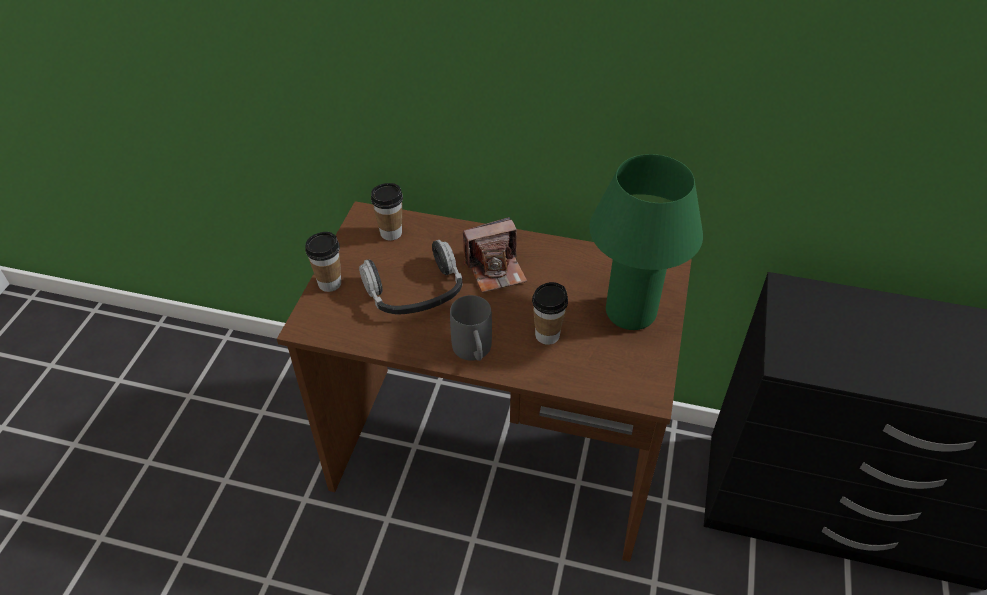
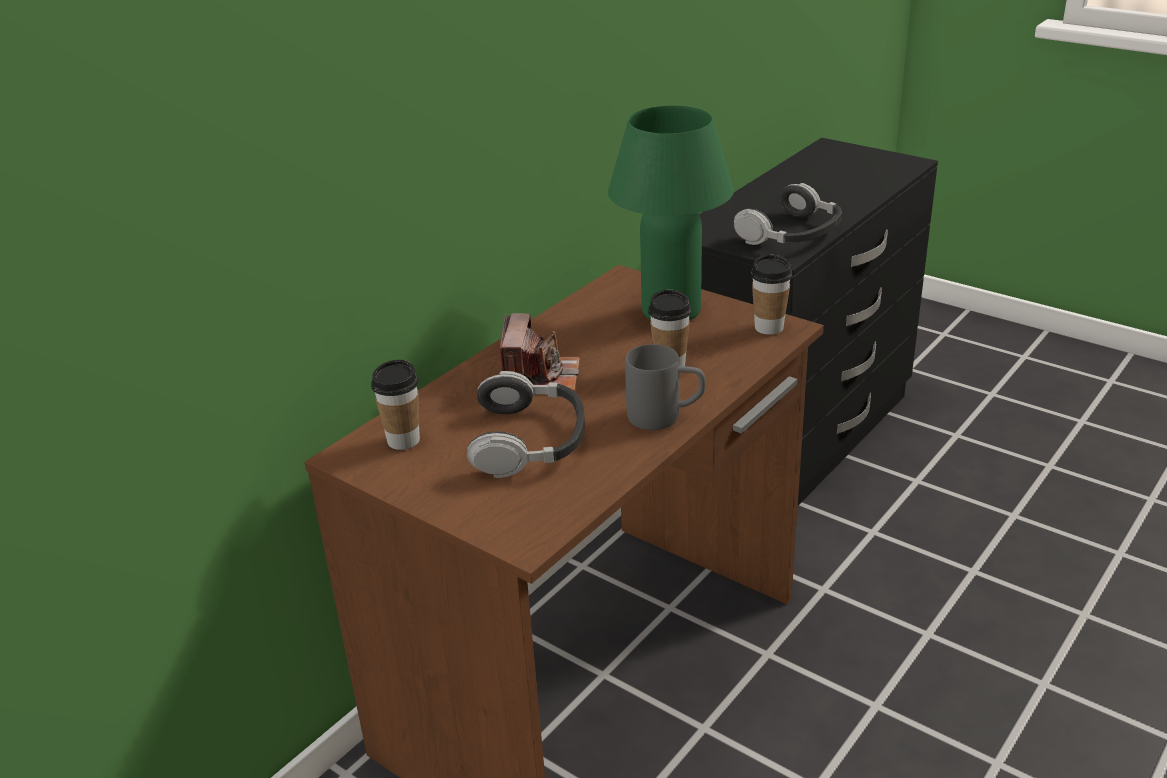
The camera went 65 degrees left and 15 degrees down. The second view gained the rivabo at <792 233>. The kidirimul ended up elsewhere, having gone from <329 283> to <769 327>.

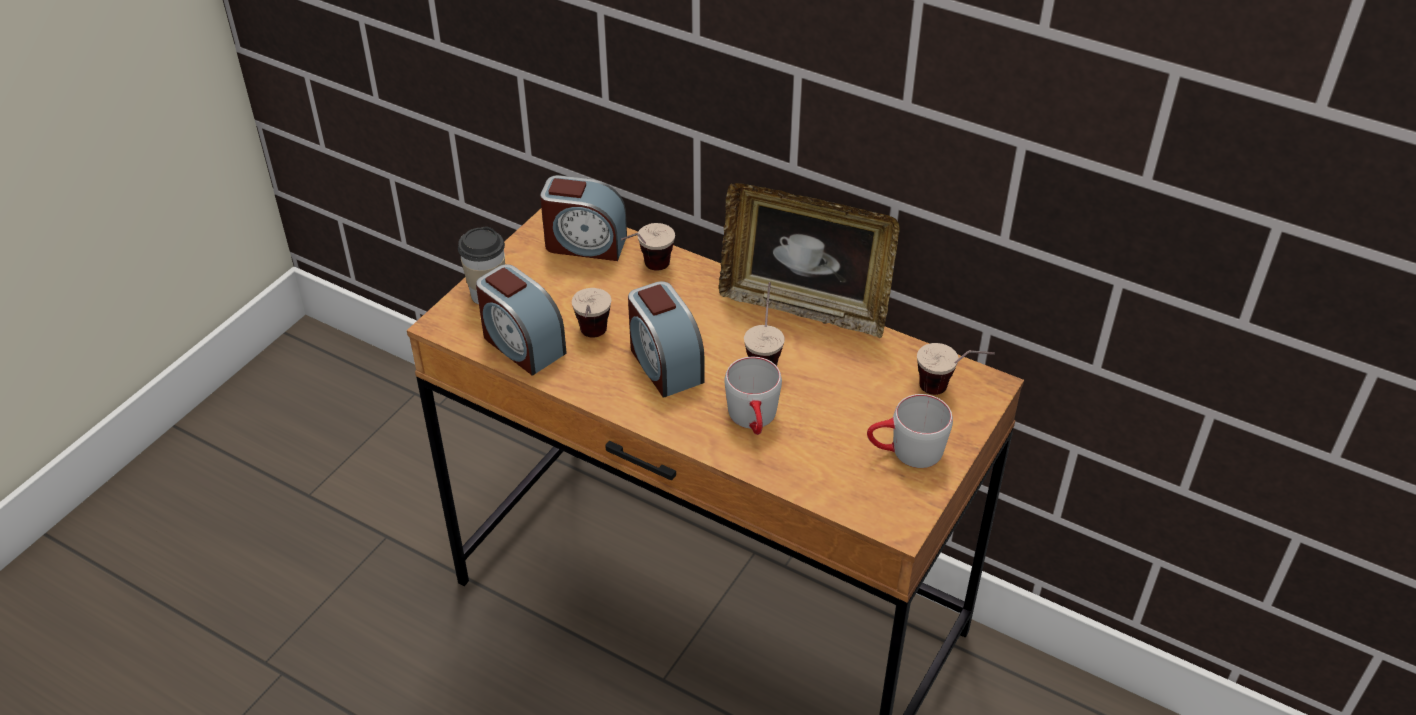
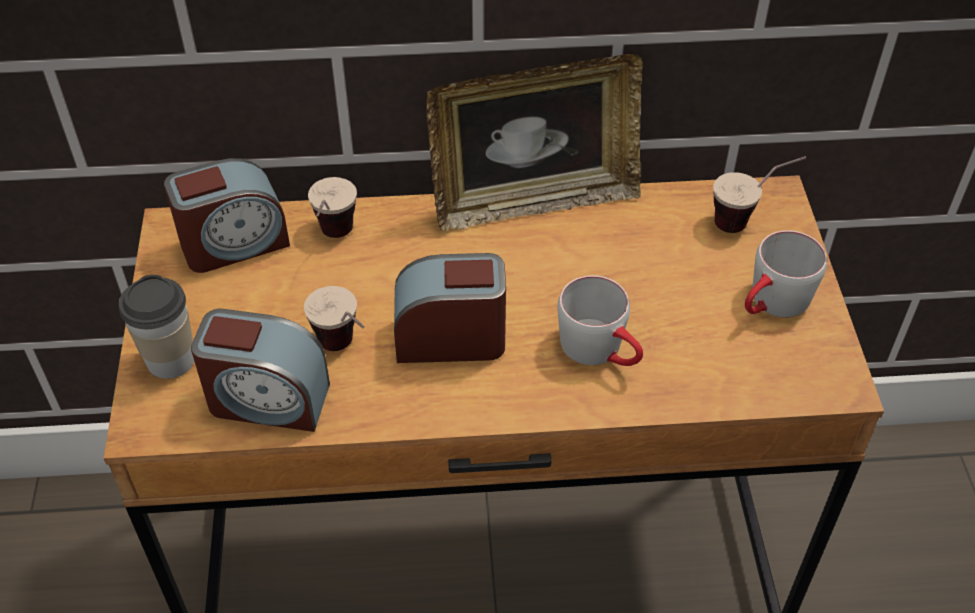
The camera went 35 degrees left and 5 degrees up. The second view lost the kidirimul at <764 356>. The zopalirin at <664 364> ended up facing another way, 150 degrees clockwise from before.

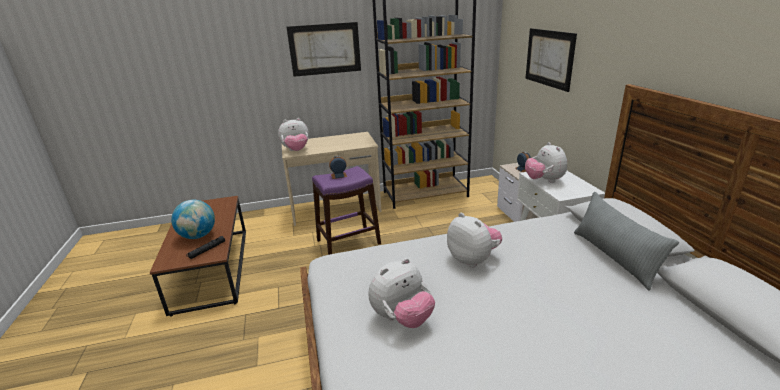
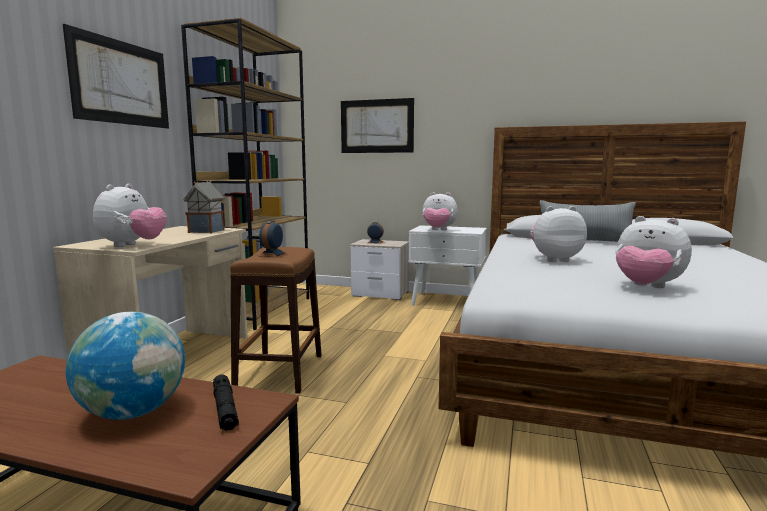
The camera went 60 degrees left and 15 degrees down. The second view gained the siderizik at <206 231>. What was the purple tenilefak at <349 242> turned into the brown tenilefak at <281 371>. The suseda at <402 318> ended up facing another way, 135 degrees clockwise from before.

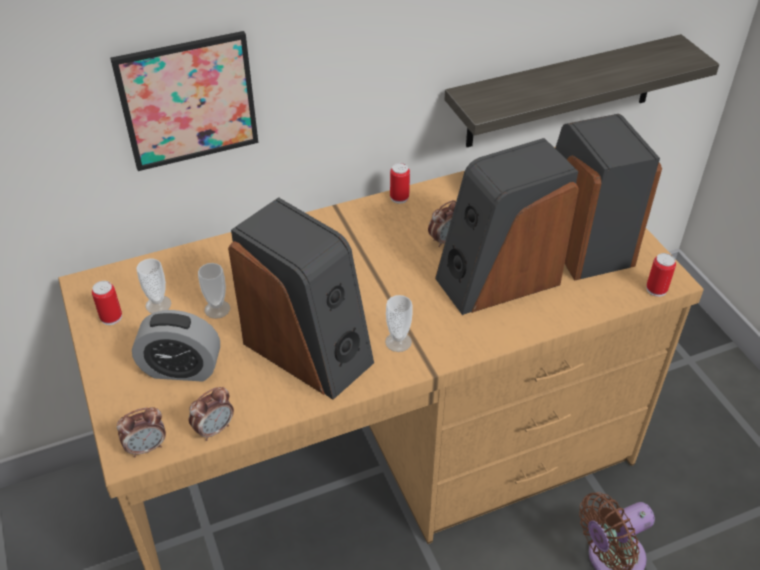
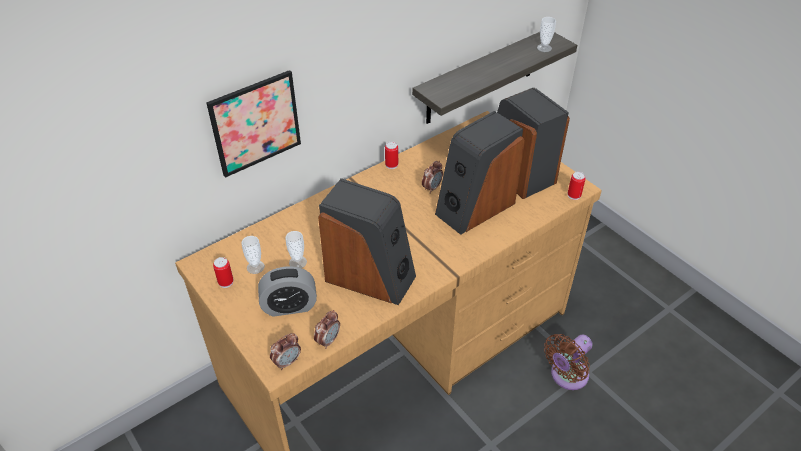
The camera went 15 degrees left and 0 degrees up. The kidirimul ended up elsewhere, having gone from <398 342> to <544 48>.

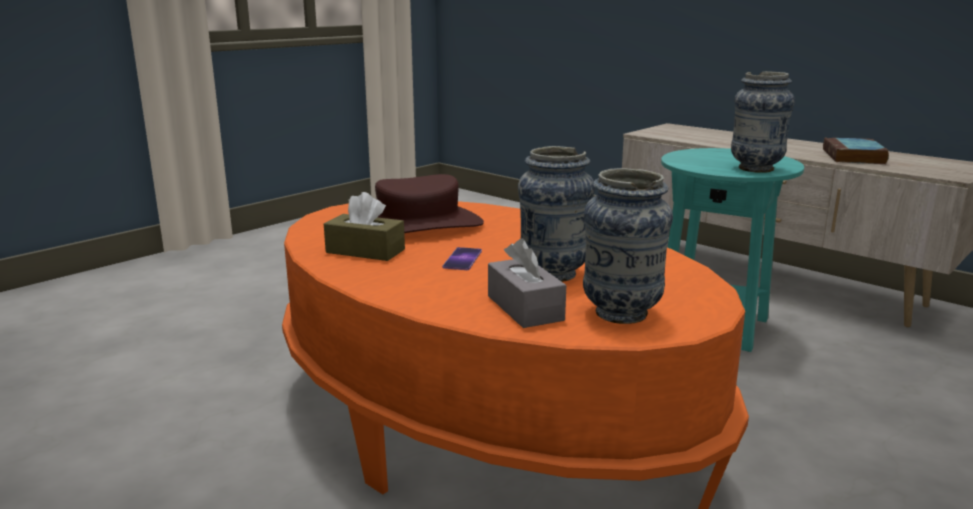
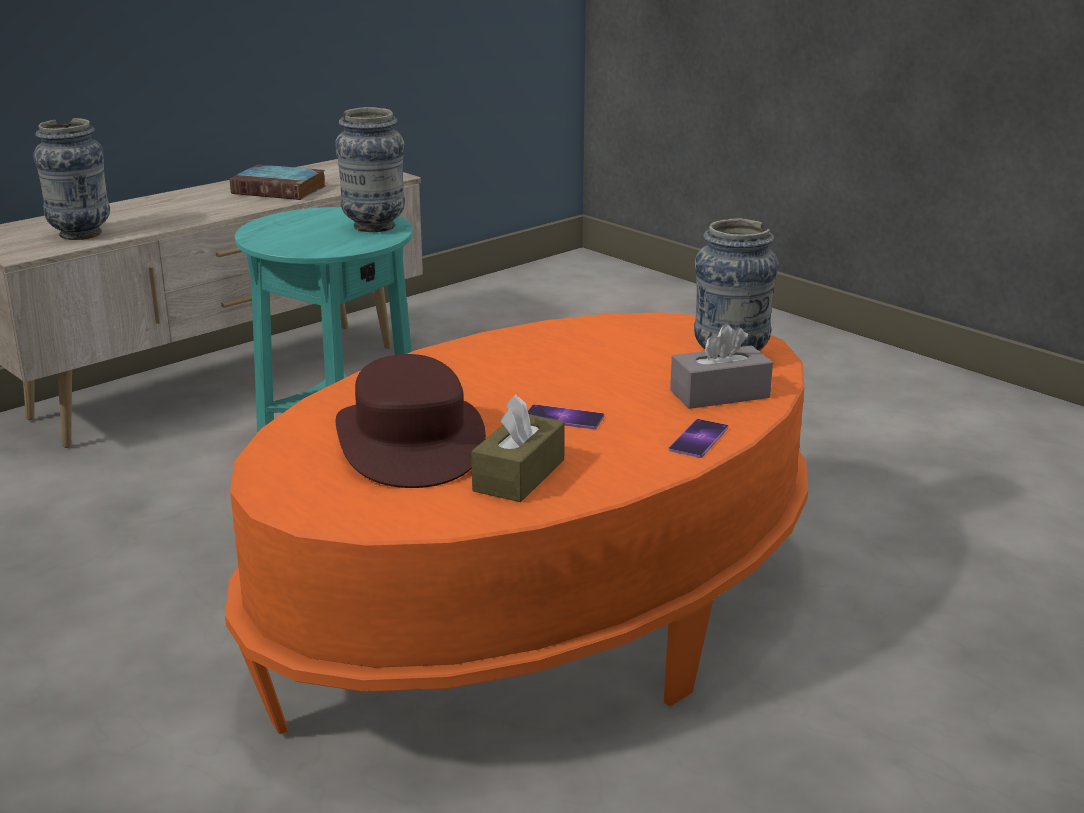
The camera went 85 degrees left and 5 degrees up. The second view gained the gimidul at <698 439>. The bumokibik ended up elsewhere, having gone from <553 274> to <80 234>.

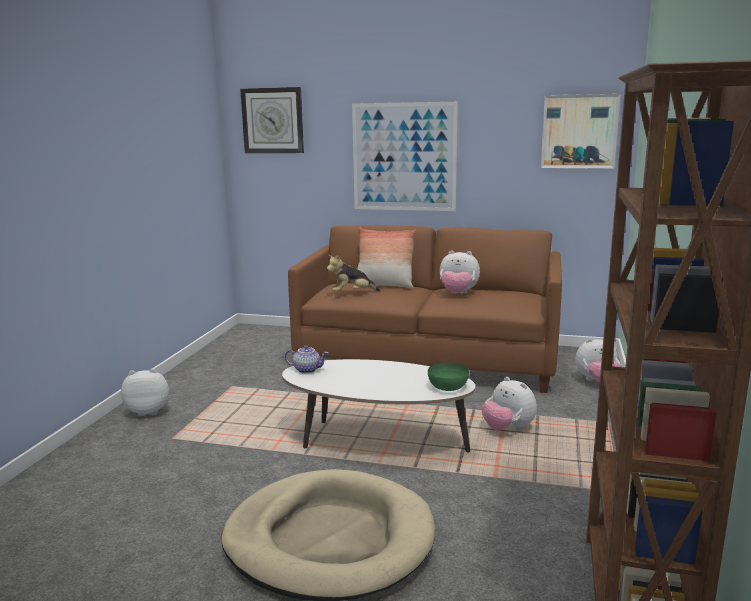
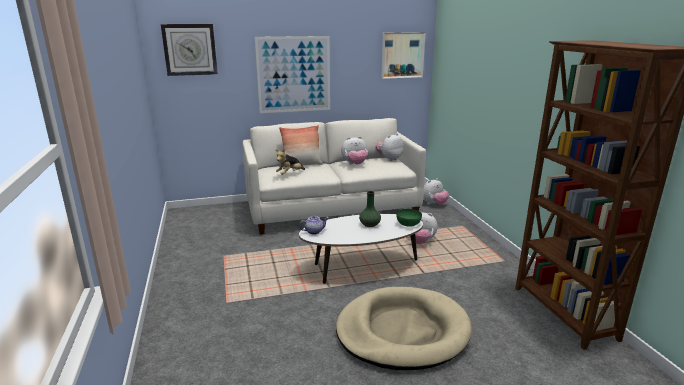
The camera went 30 degrees left and 5 degrees up. The second view gained the green bumokibik at <370 224>. The suseda ended up elsewhere, having gone from <148 411> to <389 159>. What was the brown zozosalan at <428 359> turned into the white zozosalan at <331 209>.

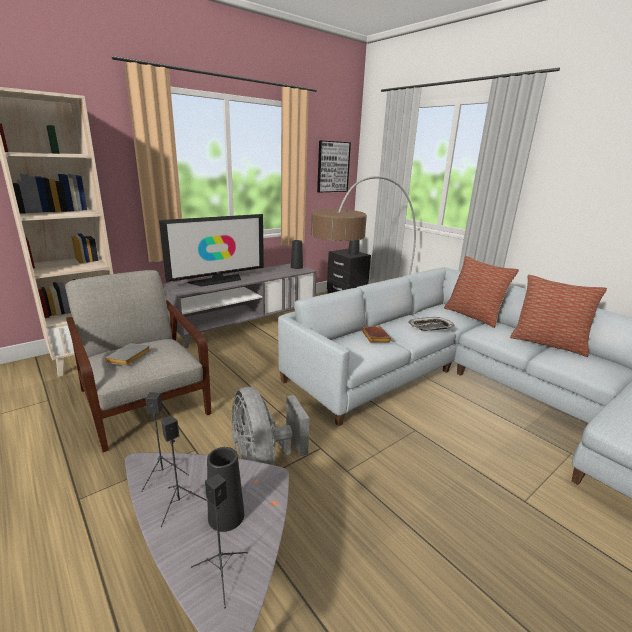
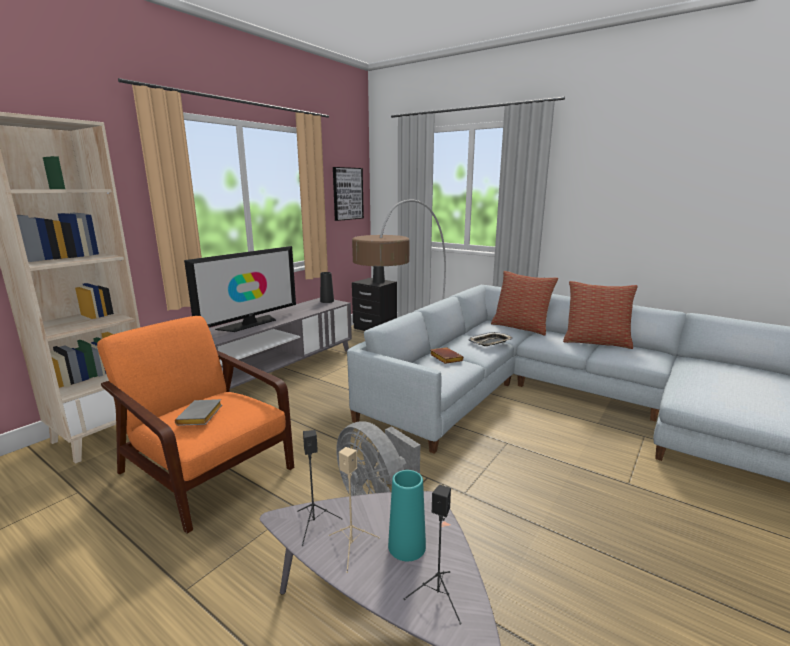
The camera went 15 degrees left and 5 degrees down. What was the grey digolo at <143 401> turned into the orange digolo at <205 469>. What was the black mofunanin at <180 504> turned into the beige mofunanin at <352 547>. What was the black bumokibik at <226 516> turned into the turquoise bumokibik at <407 546>.

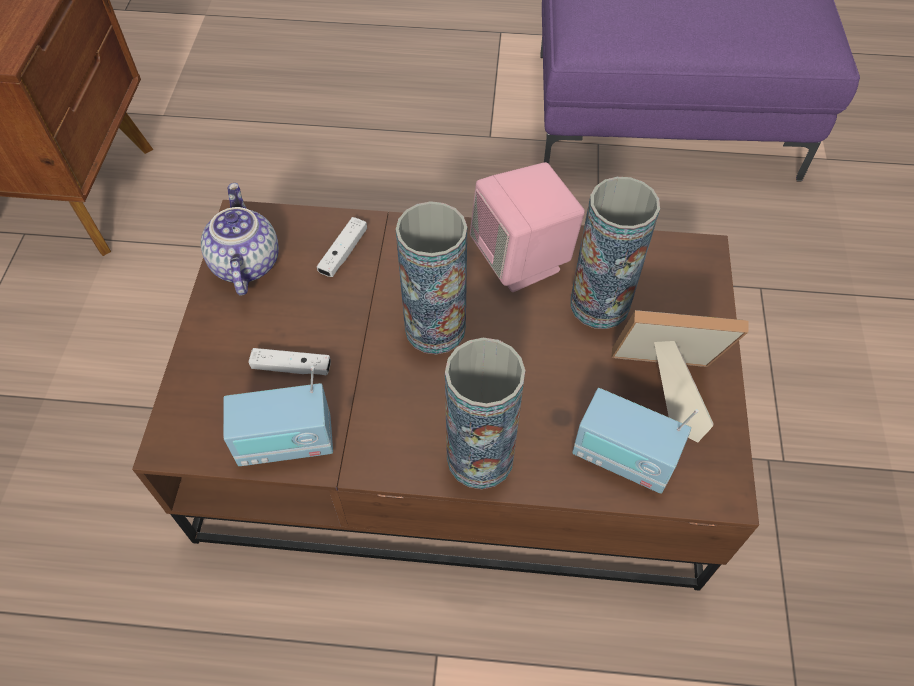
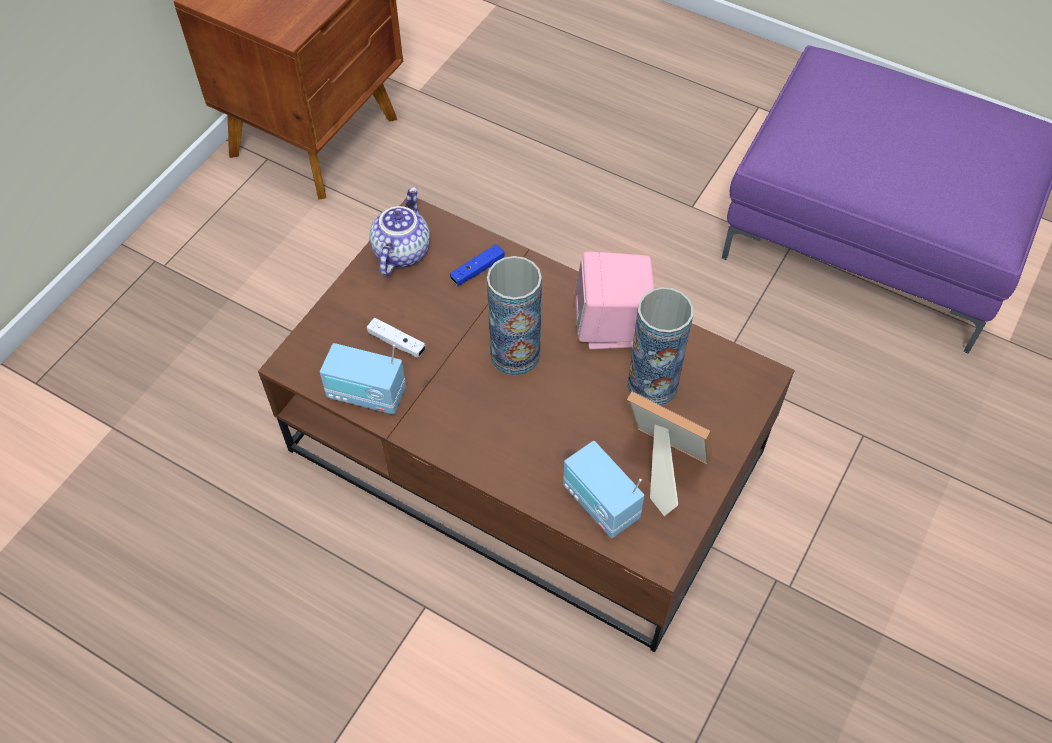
The camera went 25 degrees right and 0 degrees up. The second view lost the bumokibik at <480 458>. What was the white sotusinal at <343 253> turned into the blue sotusinal at <477 270>.

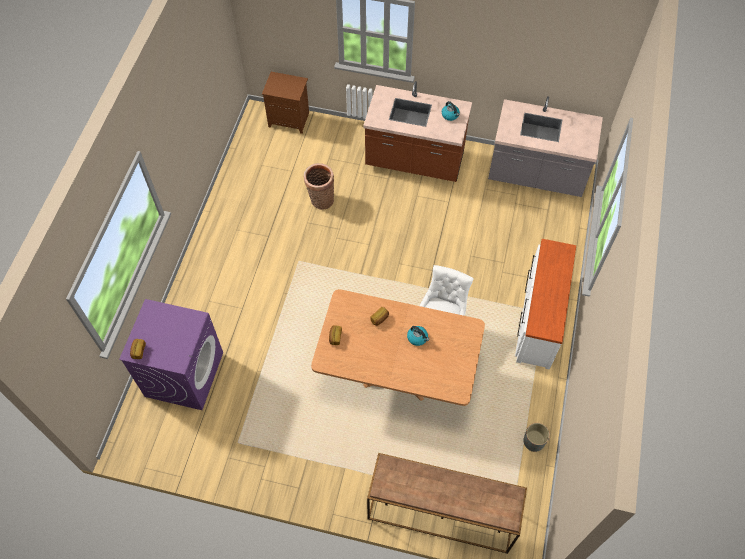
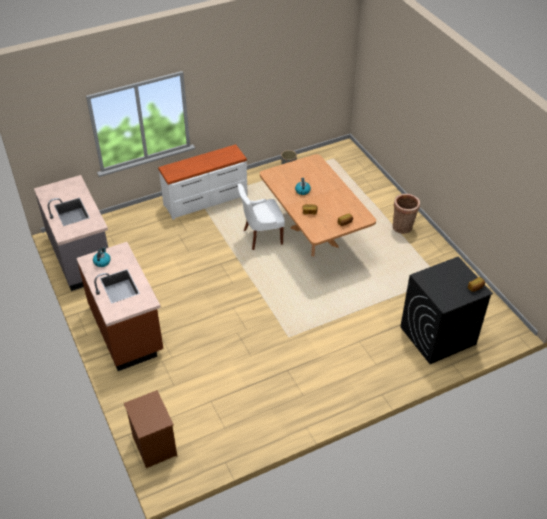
The camera went 130 degrees left and 15 degrees down. The second view lost the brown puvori at <440 515>. The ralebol ended up elsewhere, having gone from <320 199> to <403 228>. What was the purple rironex at <184 374> turned into the black rironex at <437 336>.

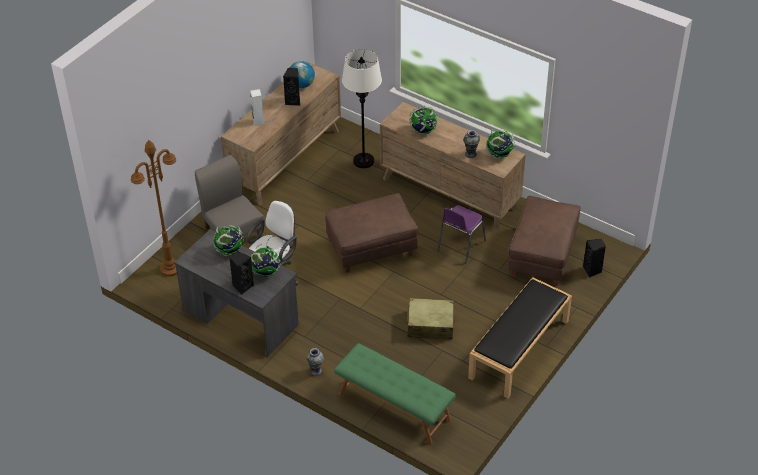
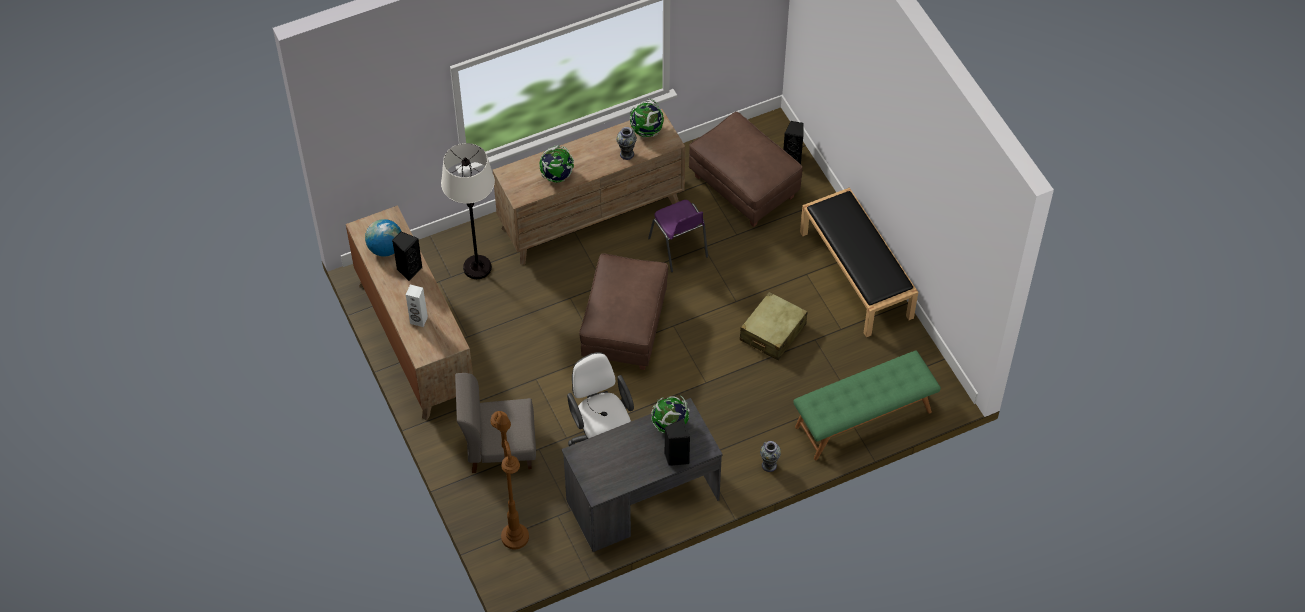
The camera went 60 degrees left and 10 degrees up. The second view lost the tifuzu at <229 251>.

